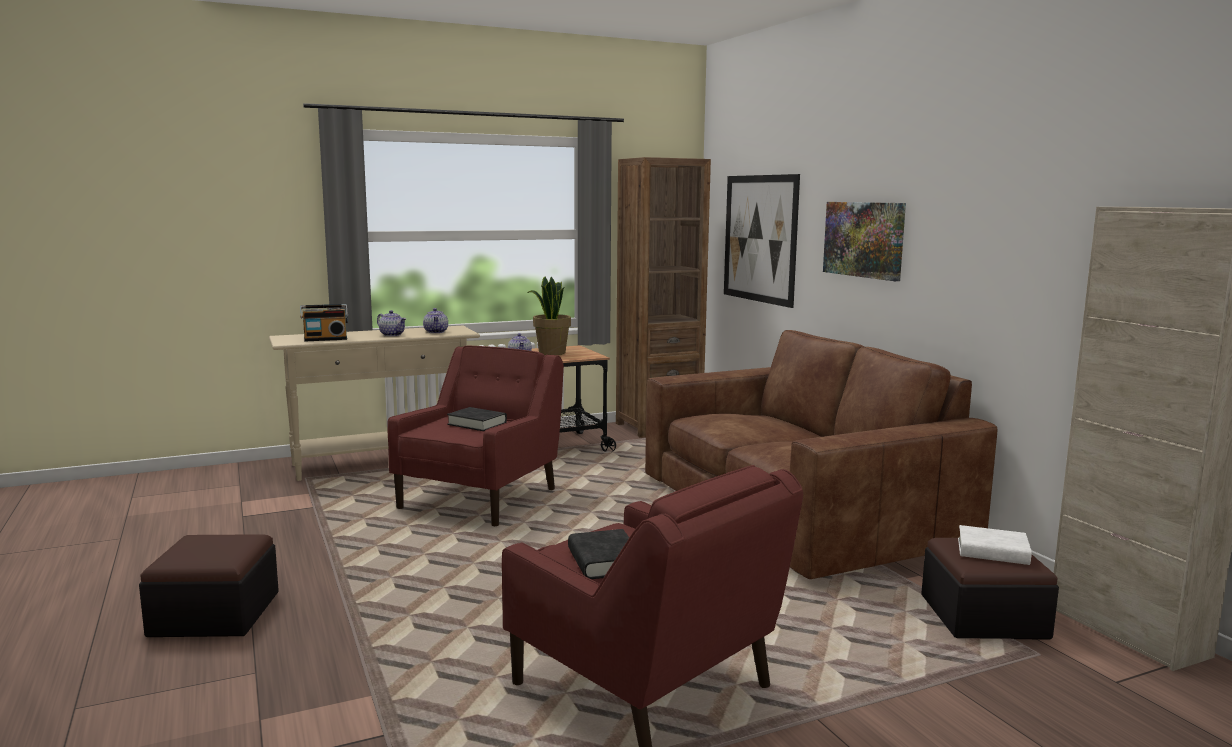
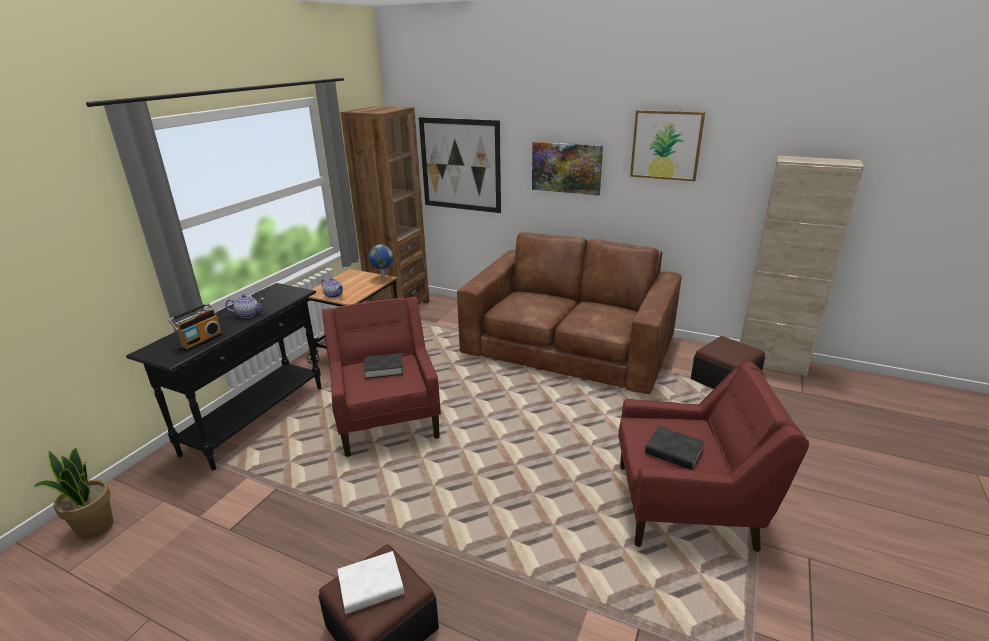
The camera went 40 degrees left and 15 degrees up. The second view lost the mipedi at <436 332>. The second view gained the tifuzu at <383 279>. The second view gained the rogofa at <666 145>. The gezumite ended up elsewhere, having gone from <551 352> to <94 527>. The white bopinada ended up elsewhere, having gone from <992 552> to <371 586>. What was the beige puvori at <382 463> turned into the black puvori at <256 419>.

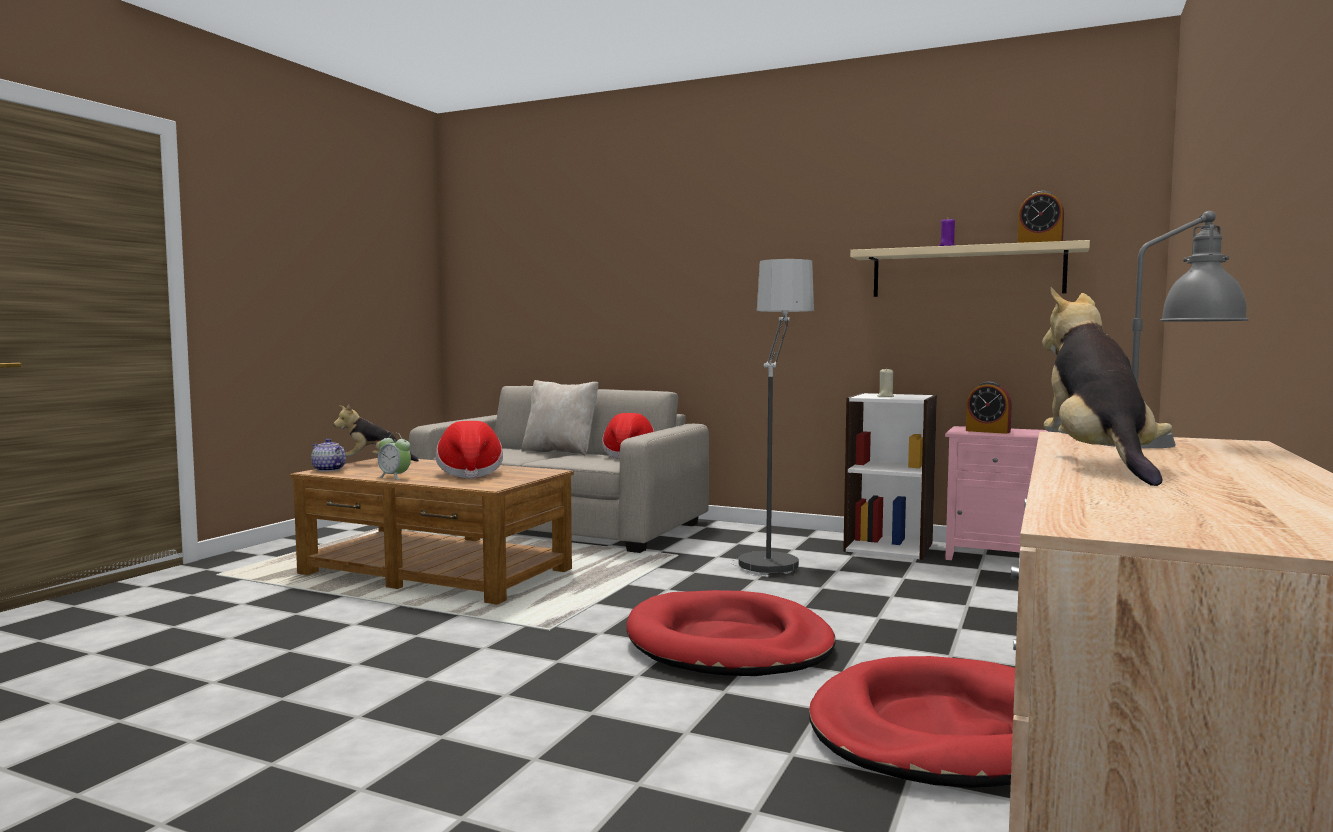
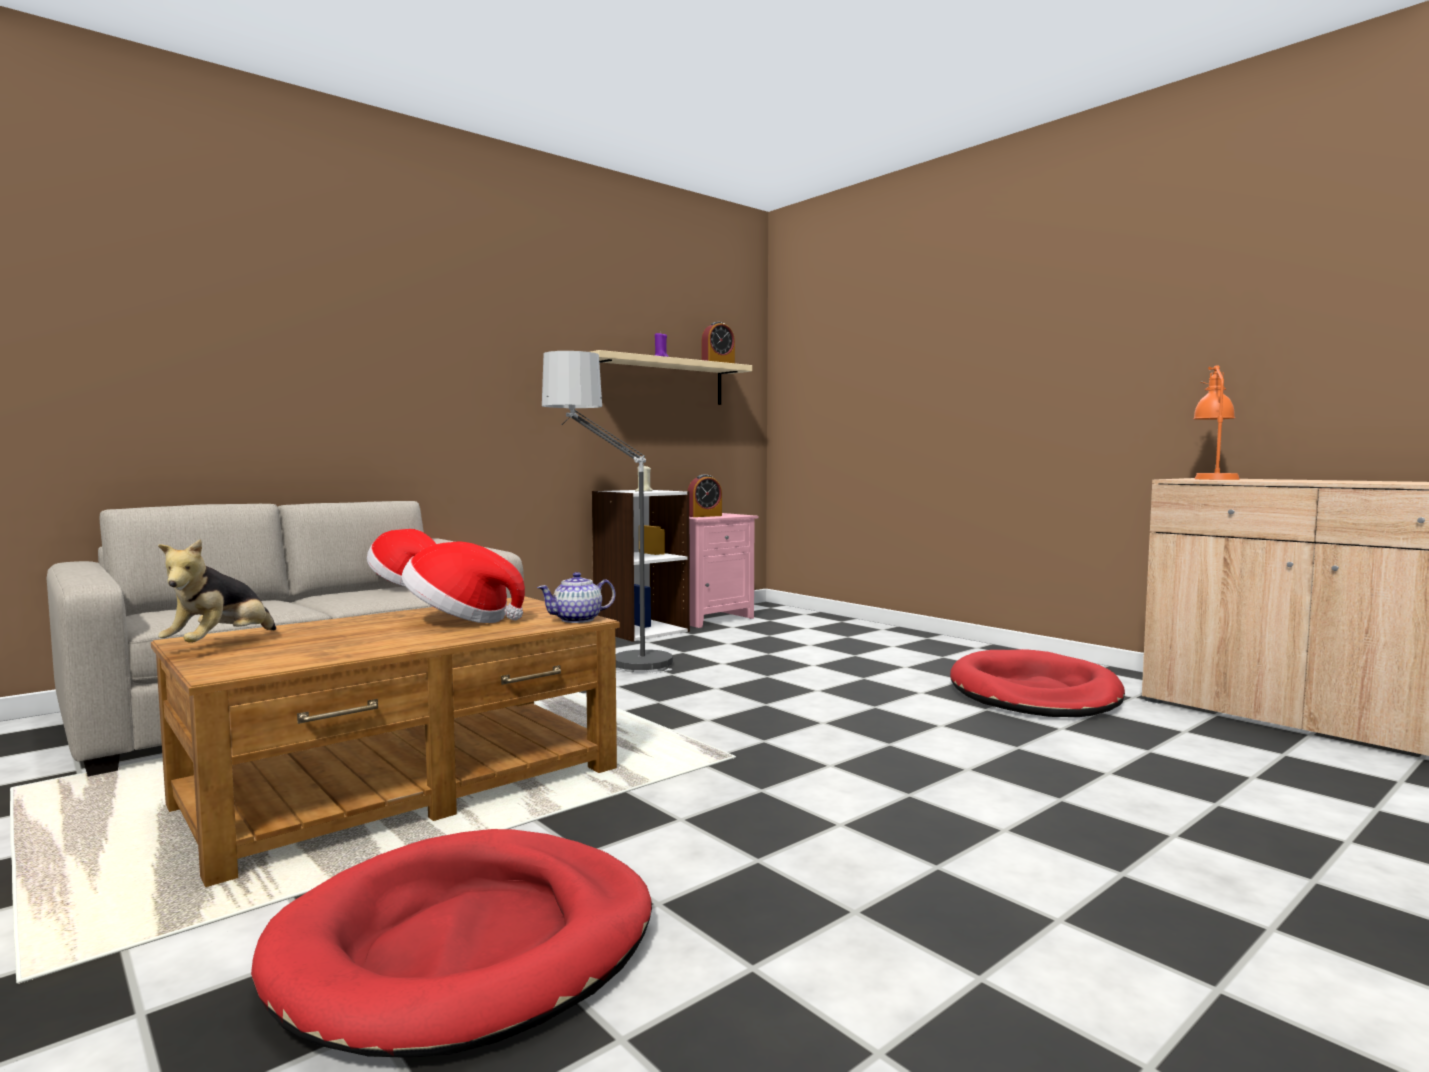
The camera went 65 degrees left and 0 degrees up. The second view lost the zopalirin at <394 477>. The second view lost the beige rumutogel at <560 452>. The second view lost the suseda at <1098 464>. The mipedi ended up elsewhere, having gone from <329 470> to <578 619>. The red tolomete ended up elsewhere, having gone from <728 643> to <468 946>. What was the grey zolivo at <1163 442> turned into the orange zolivo at <1212 478>.

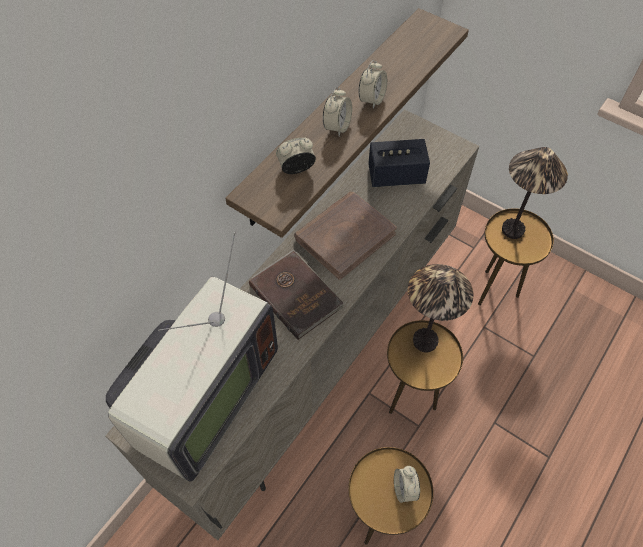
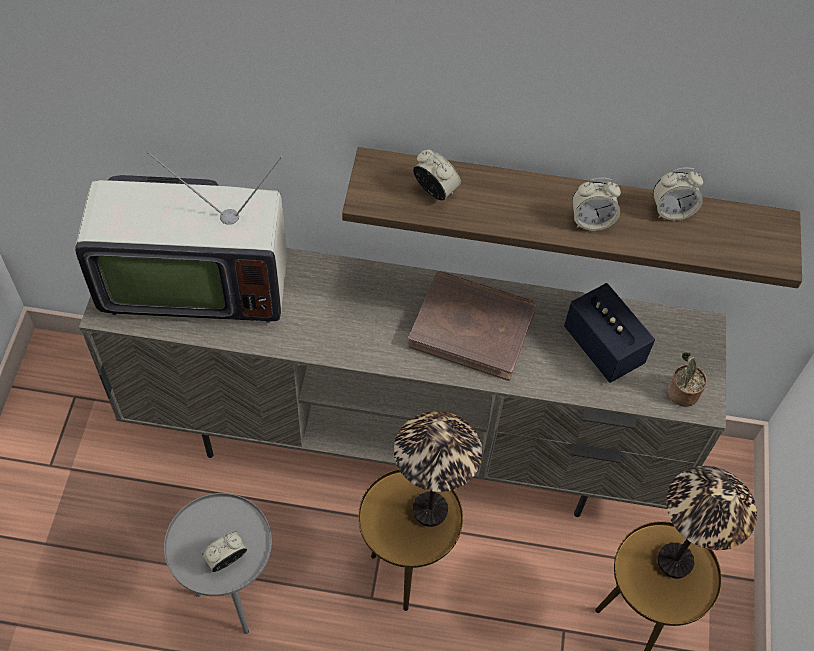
The camera went 60 degrees right and 0 degrees up. The second view lost the brown bopinada at <296 295>. The second view gained the gezumite at <680 393>. The zopalirin ended up elsewhere, having gone from <337 127> to <671 210>. What was the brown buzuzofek at <380 517> turned into the grey buzuzofek at <234 598>.

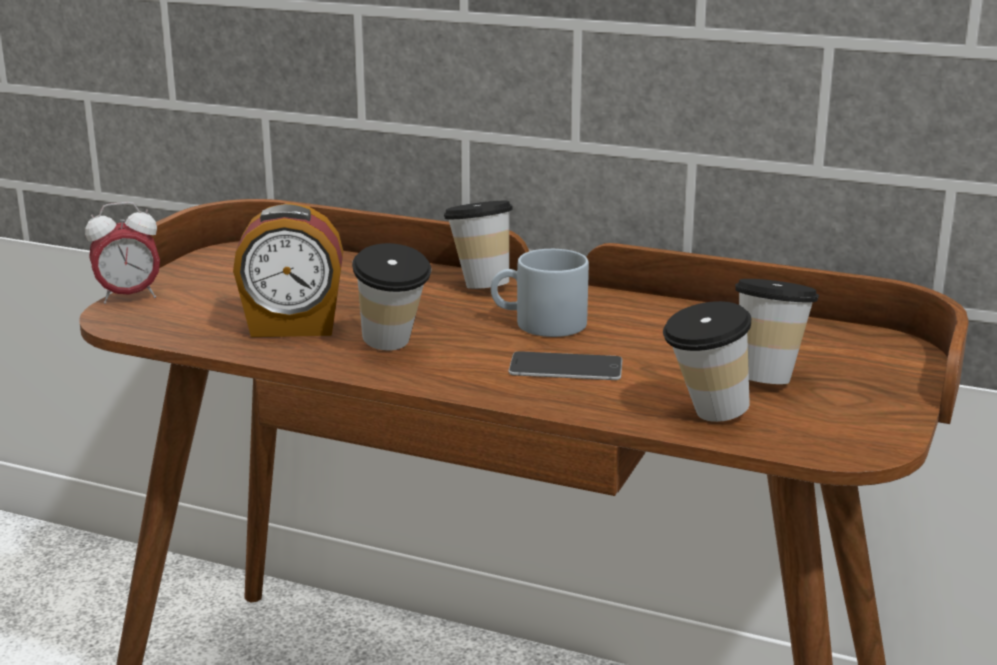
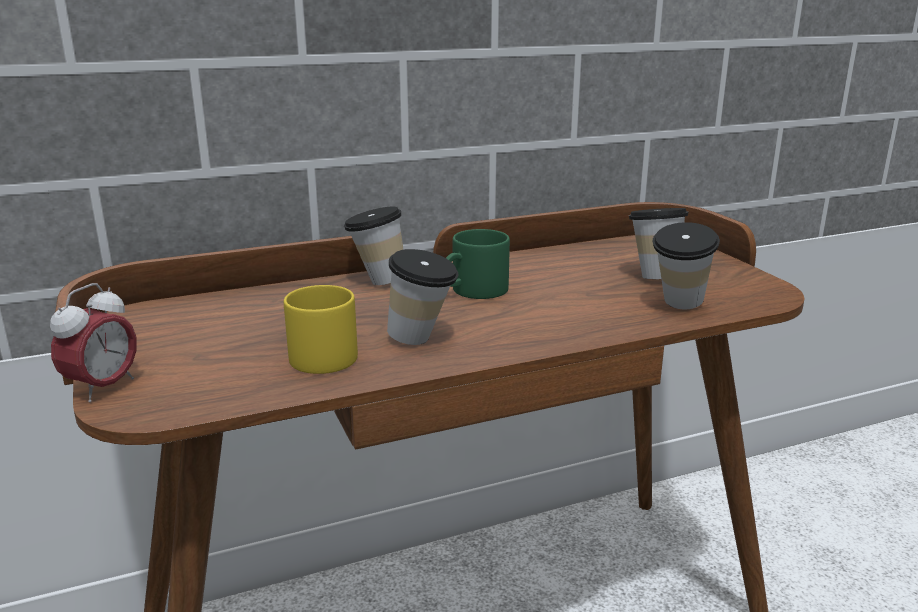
The camera went 45 degrees left and 0 degrees up. The second view lost the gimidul at <565 367>. Where the zopalirin stood at <293 327>, the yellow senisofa came to stand at <315 355>. What was the grey senisofa at <538 324> turned into the green senisofa at <473 291>.

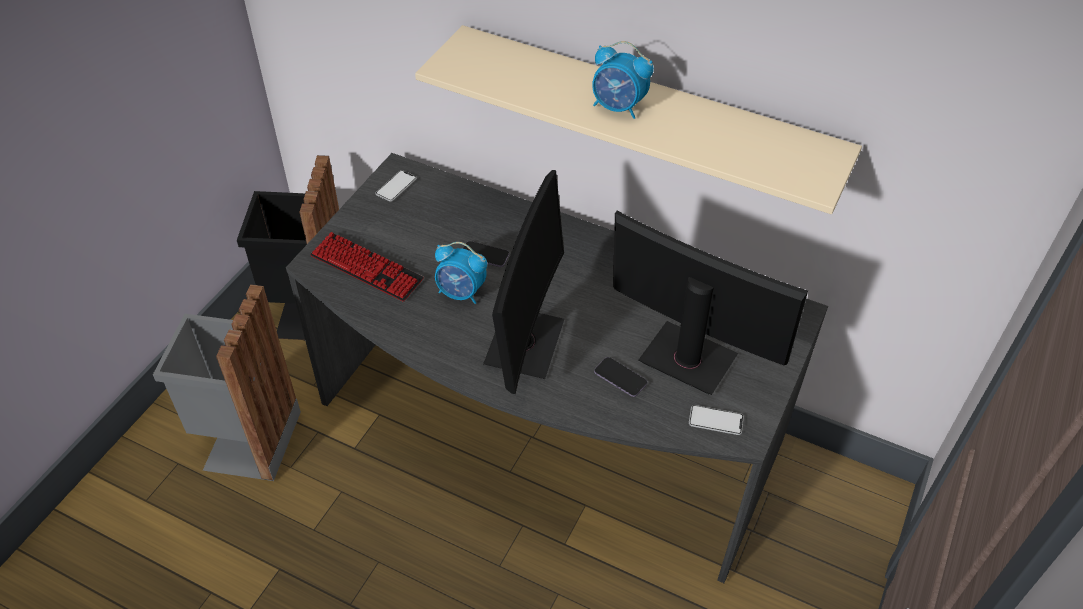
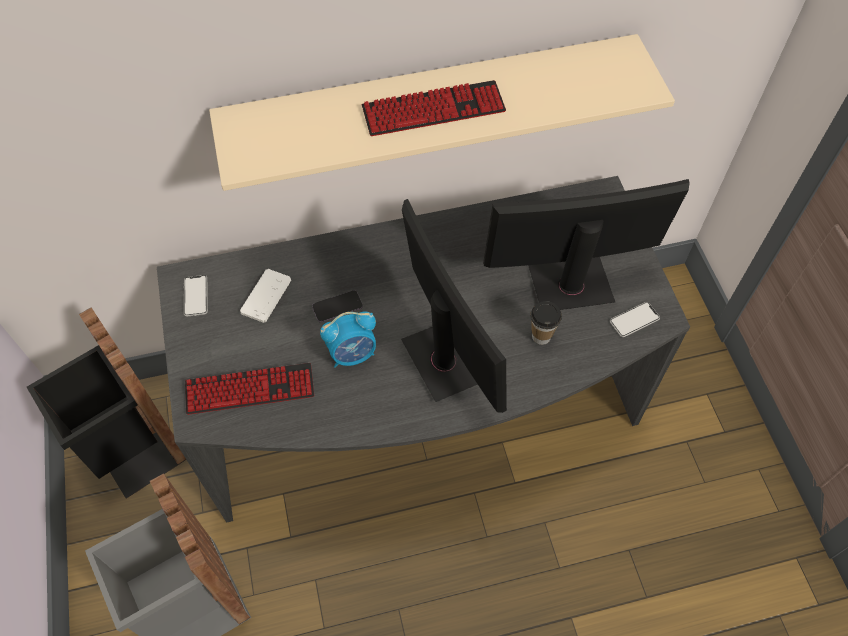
The camera went 40 degrees left and 10 degrees up. The second view gained the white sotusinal at <266 296>. Where the zopalirin stood at <618 107>, the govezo came to stand at <433 110>. Where the gimidul stood at <620 378>, the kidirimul came to stand at <541 336>.

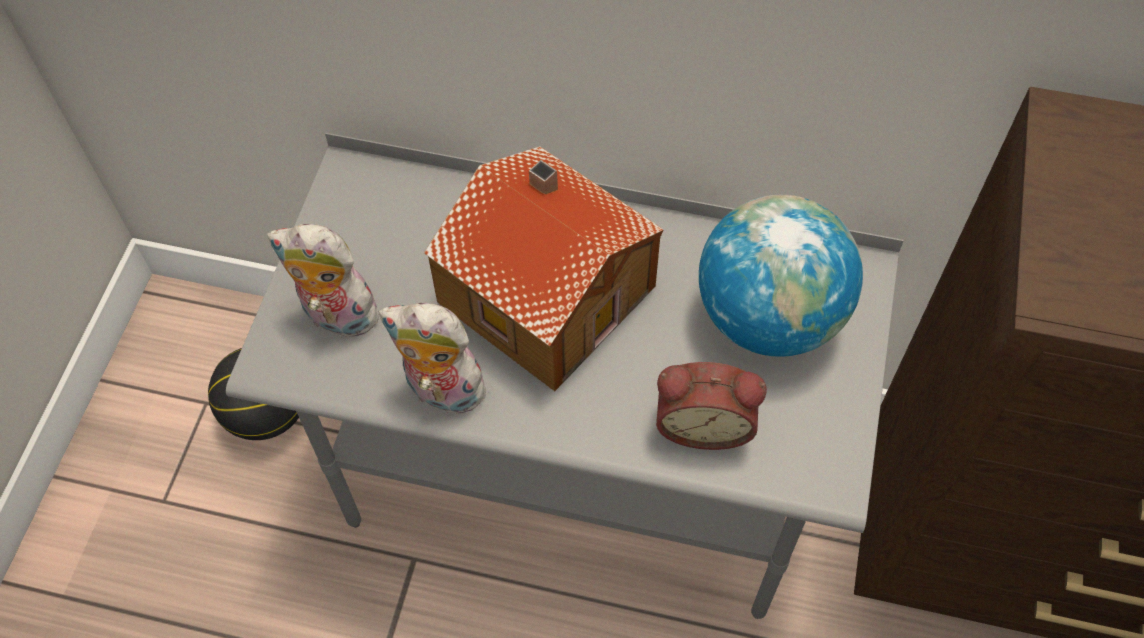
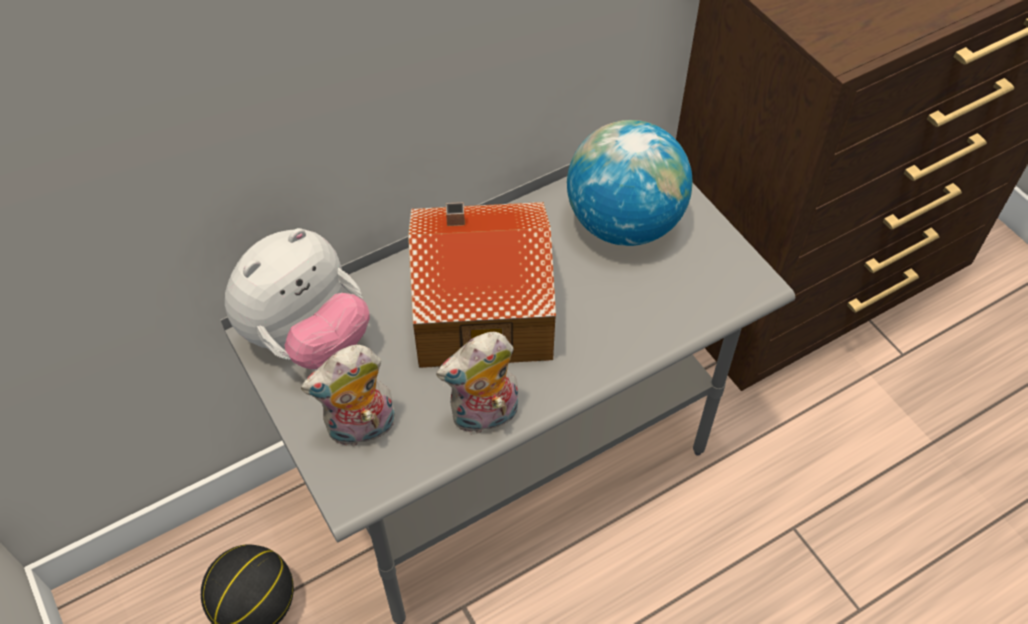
The camera went 45 degrees left and 5 degrees down. The second view lost the zopalirin at <703 422>. The second view gained the suseda at <307 338>.

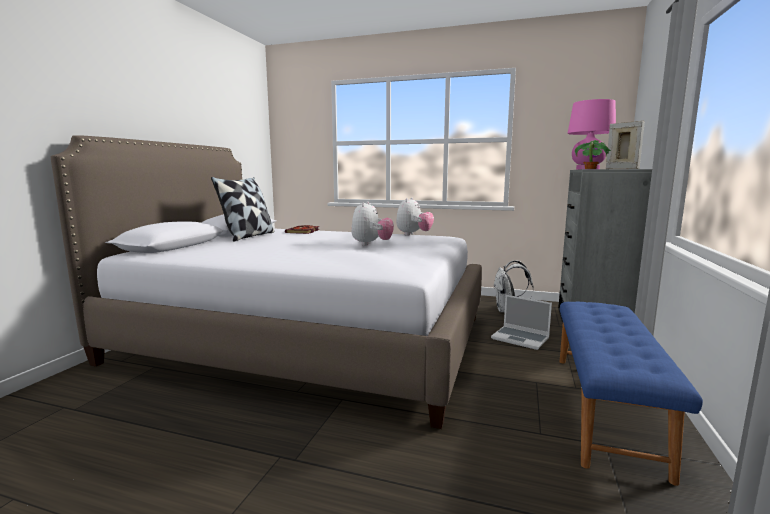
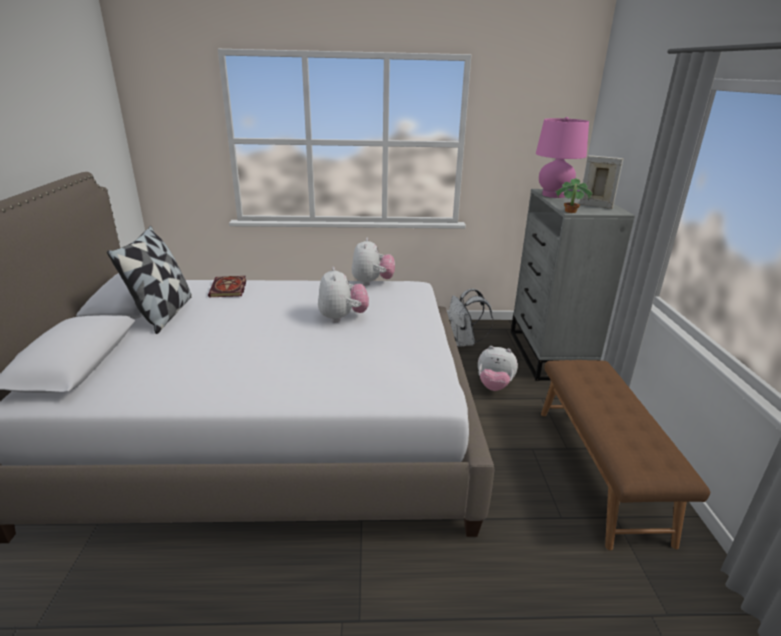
The camera went 20 degrees left and 15 degrees up. Where the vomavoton stood at <521 338>, the suseda came to stand at <494 386>. What was the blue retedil at <606 408> turned into the brown retedil at <600 470>.

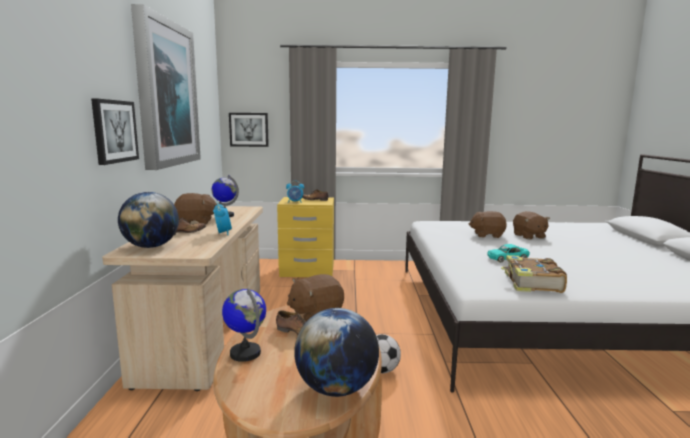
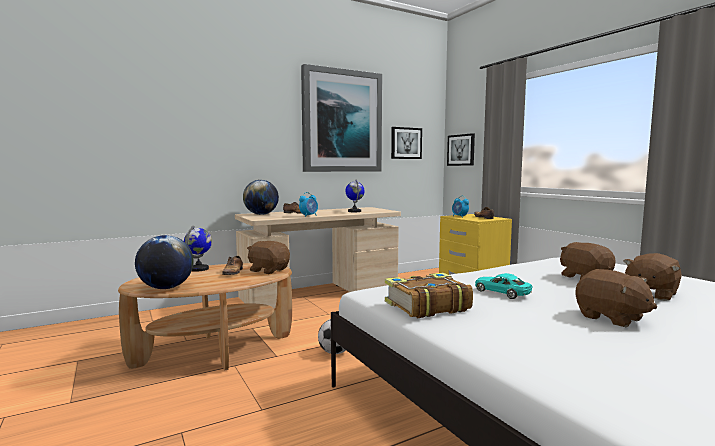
The camera went 60 degrees right and 5 degrees down. The rogofa ended up elsewhere, having gone from <114 131> to <406 143>. The brown suseda ended up elsewhere, having gone from <196 222> to <611 318>.

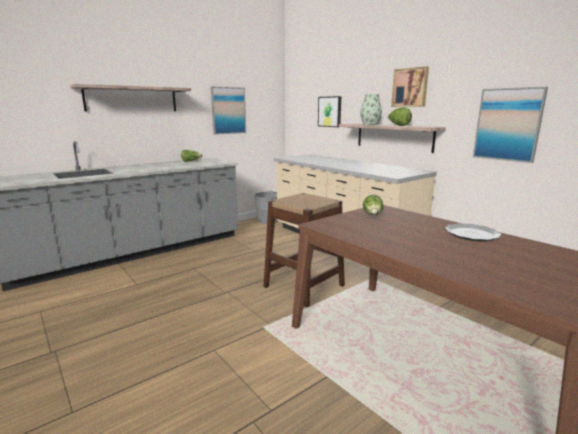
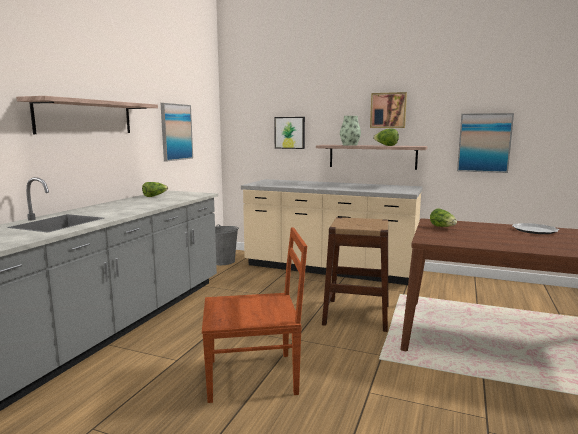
The camera went 30 degrees left and 5 degrees down. The second view gained the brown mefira at <254 376>.

